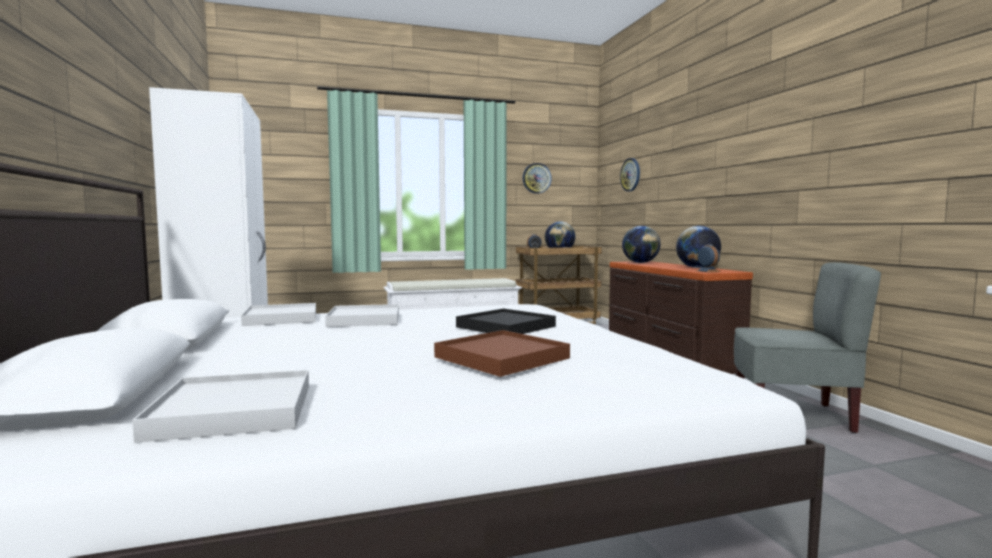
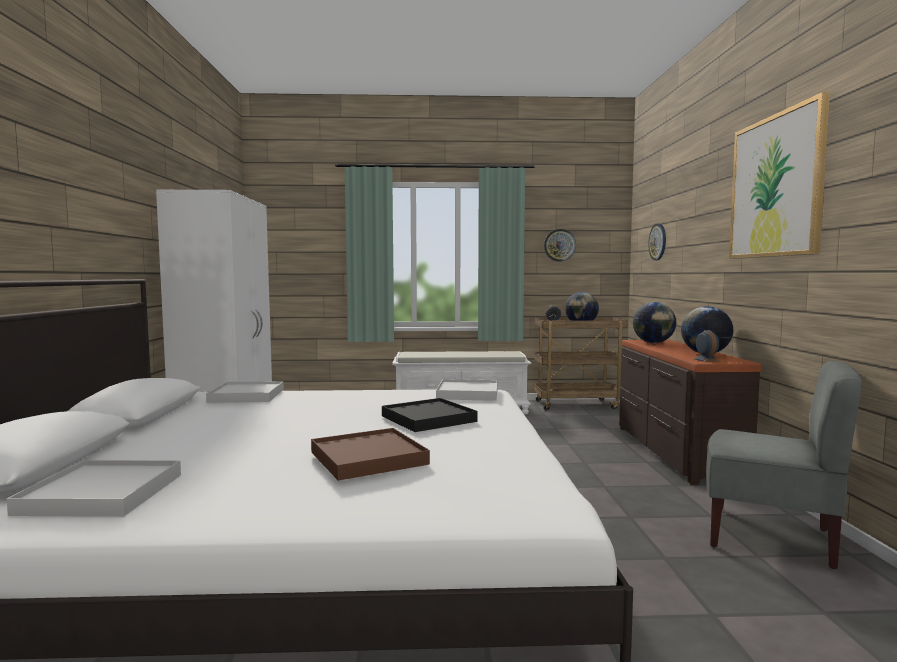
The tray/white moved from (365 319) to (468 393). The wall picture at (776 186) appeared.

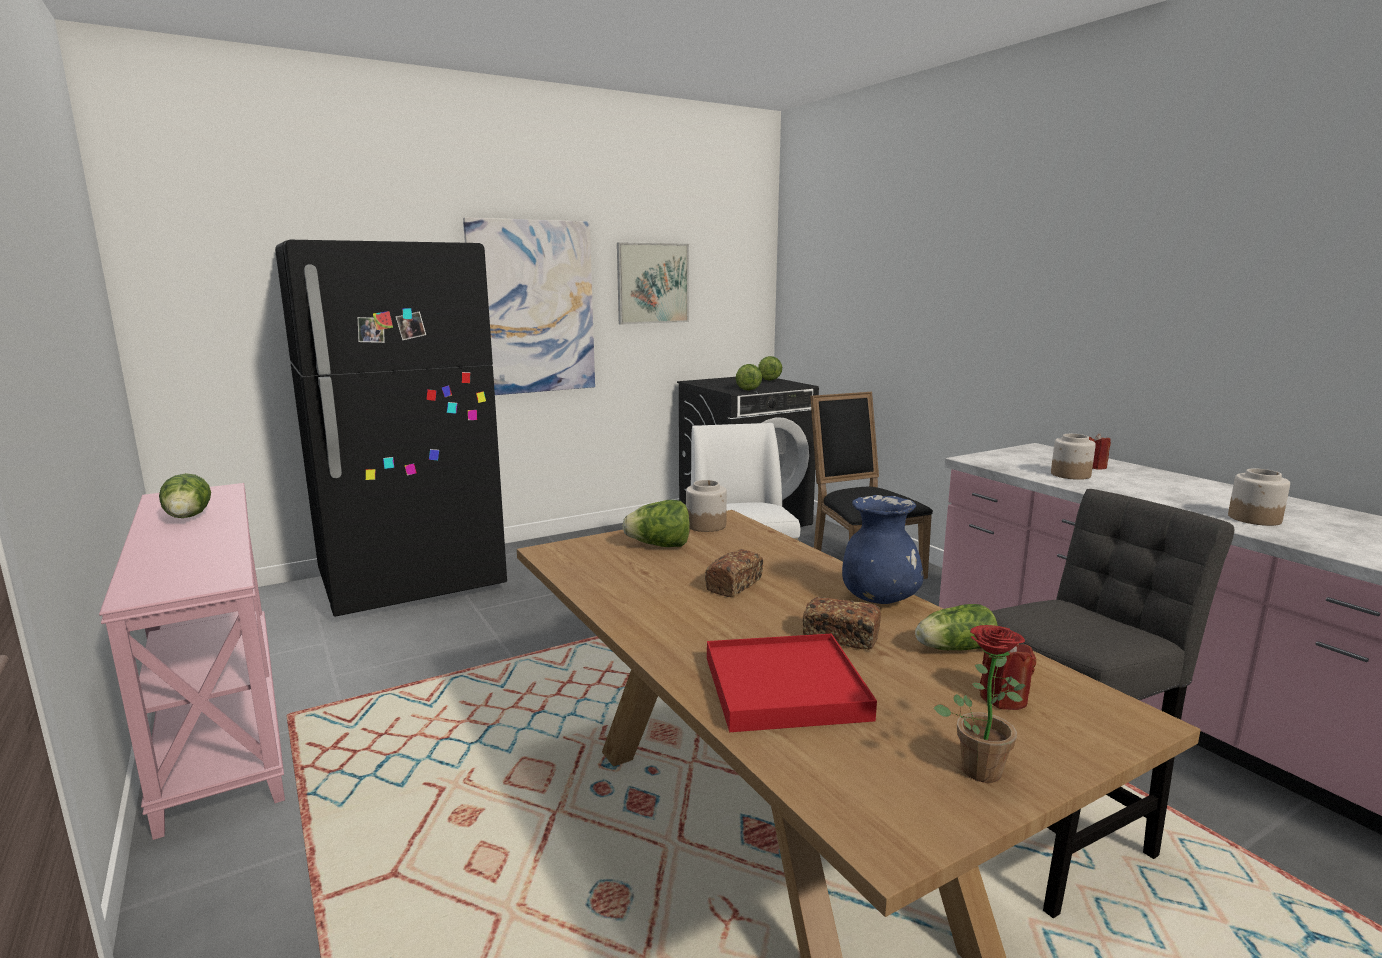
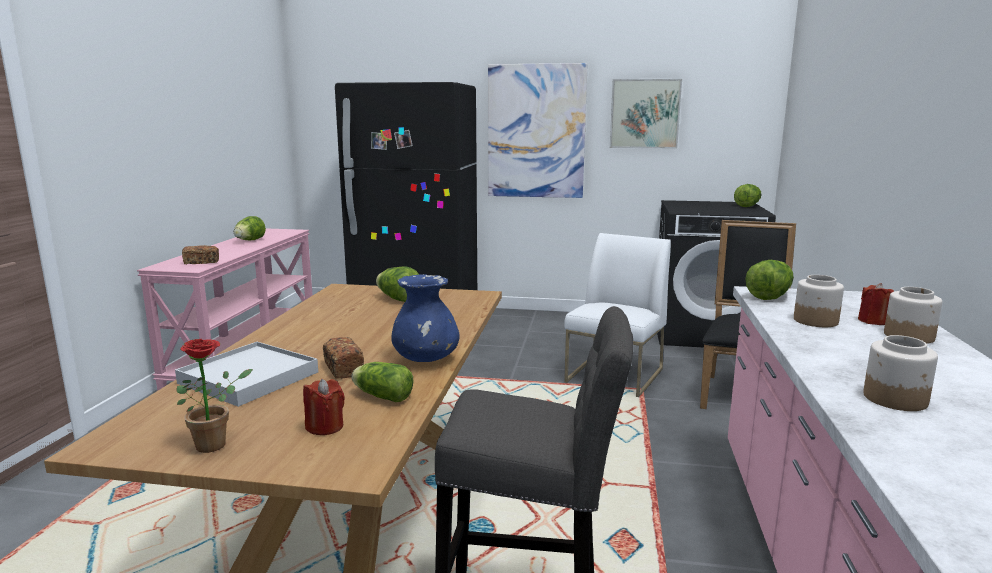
The lettuce moved from (748 389) to (769 296). The jar moved from (706 525) to (909 336). The bread moved from (734 585) to (202 262). The tray/red-coloured at (784 688) became the tray/white at (248 378).

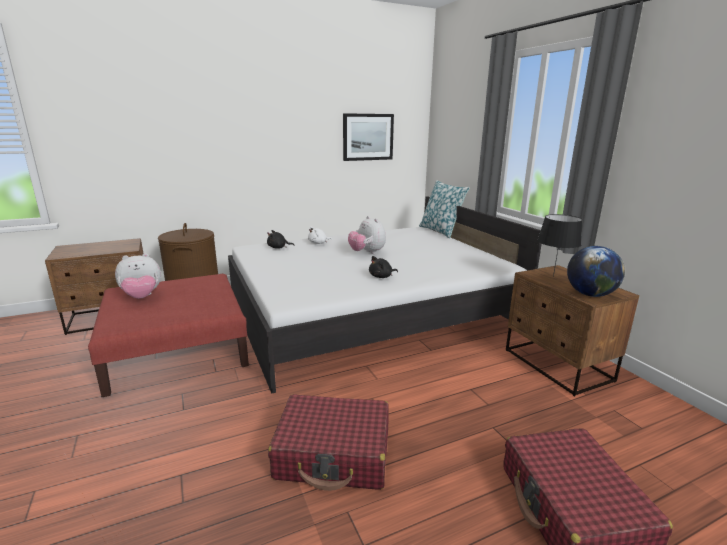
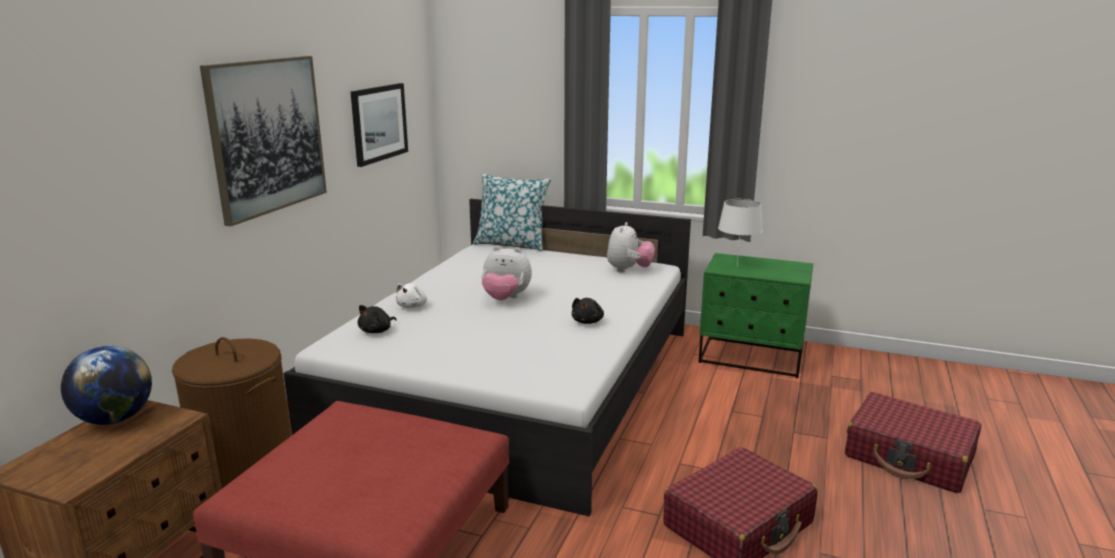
The lamp for a table/black-coloured at (553 277) became the lamp for a table/white at (737 266). The globe moved from (590 294) to (115 419). The cuddly toy moved from (142 297) to (628 270). The bedside table/brown-coloured at (557 365) became the bedside table/green-coloured at (751 358). The wall picture at (267 136) appeared.

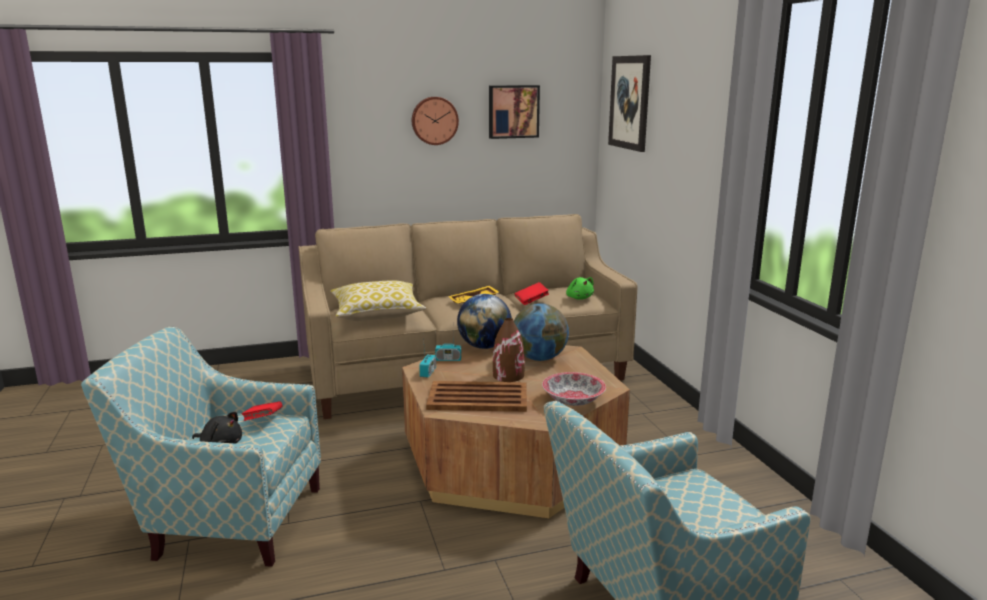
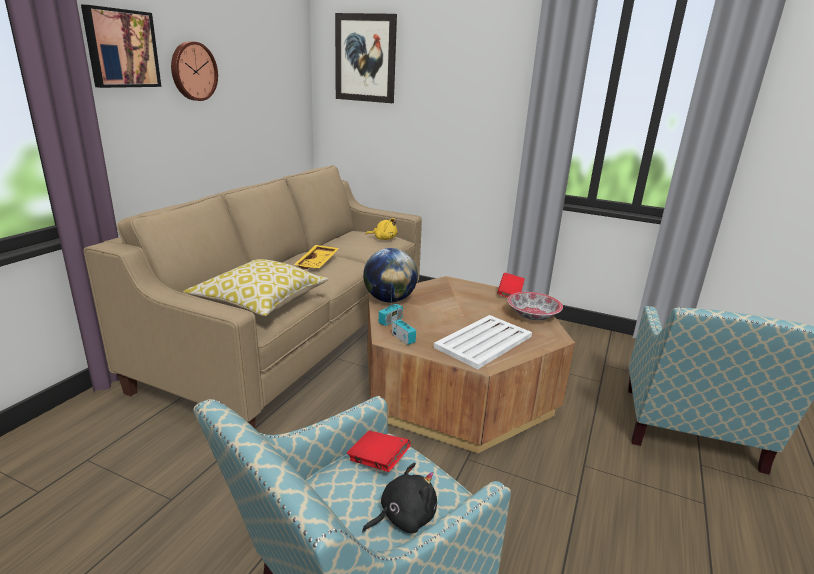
The wall picture moved from (513 111) to (121 48). The cuddly toy/green-coloured at (579 298) became the cuddly toy/yellow-coloured at (383 239). The book/red-coloured moved from (531 301) to (510 294). The globe at (539 358) disappeared. The decorative vase/brown-coloured at (508 375) disappeared. The tray/brown-coloured at (479 398) became the tray/white at (484 341).

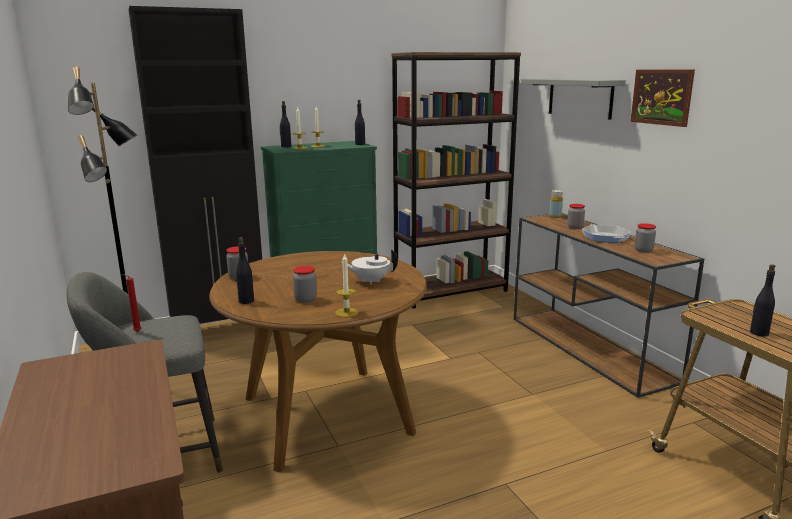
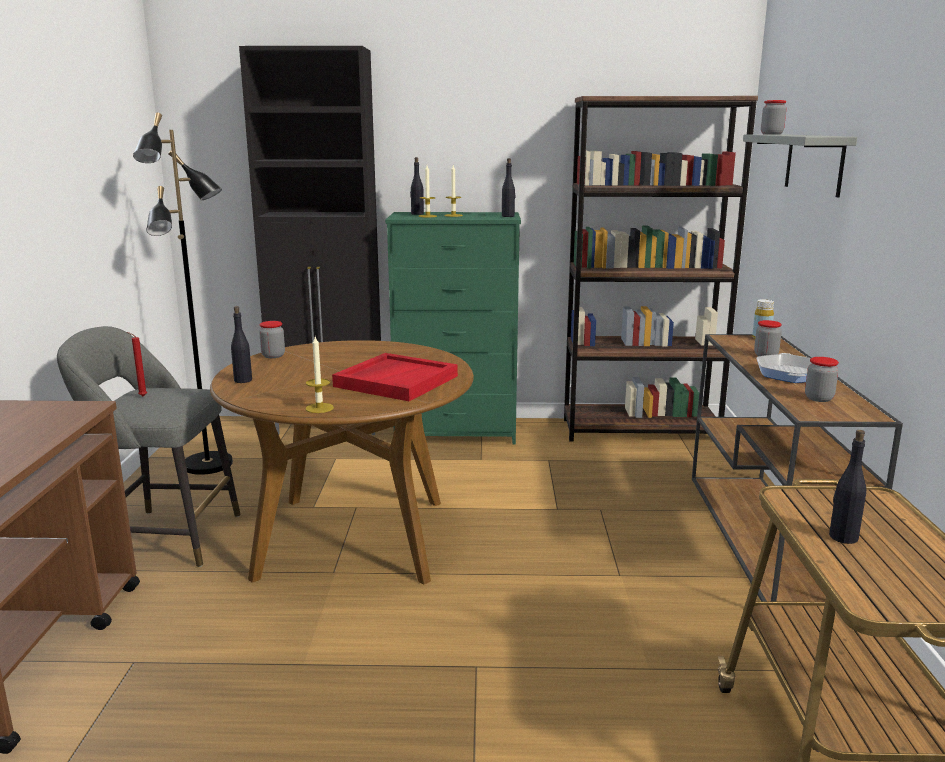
The wall picture at (661 97) disappeared. The pot for tea/white at (370 281) was replaced by the tray/red-coloured at (396 381). The jar moved from (305 299) to (771 134).

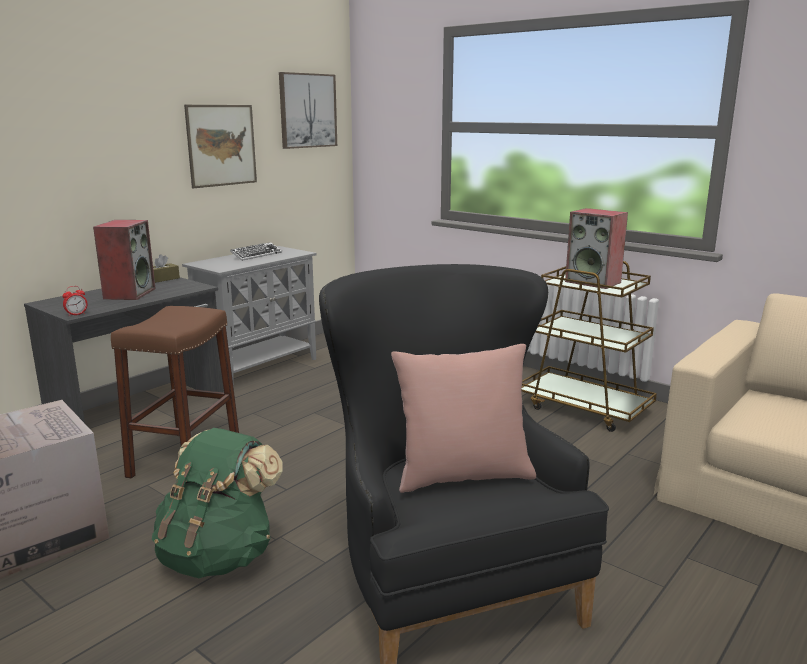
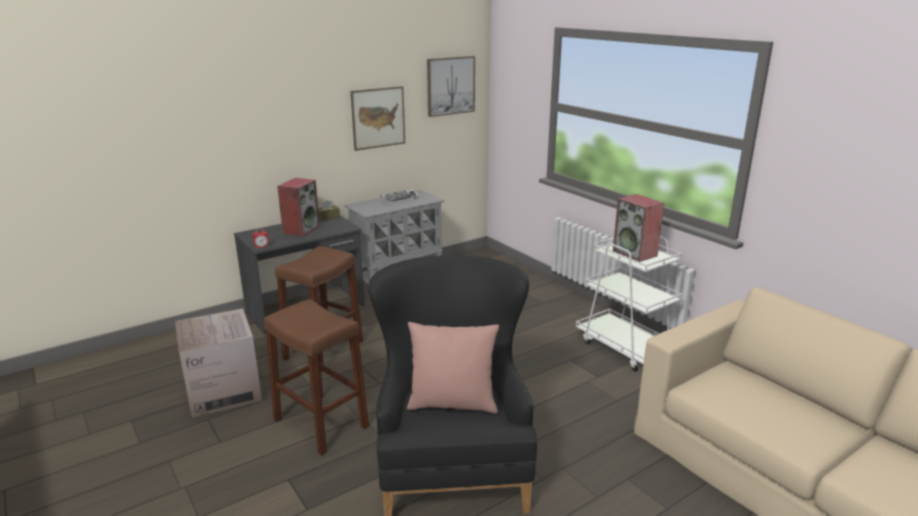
The trolley/brown-coloured at (585 408) became the trolley/white at (626 347). The knapsack/green-coloured at (219 556) was replaced by the sitting stool/brown-coloured at (321 423).

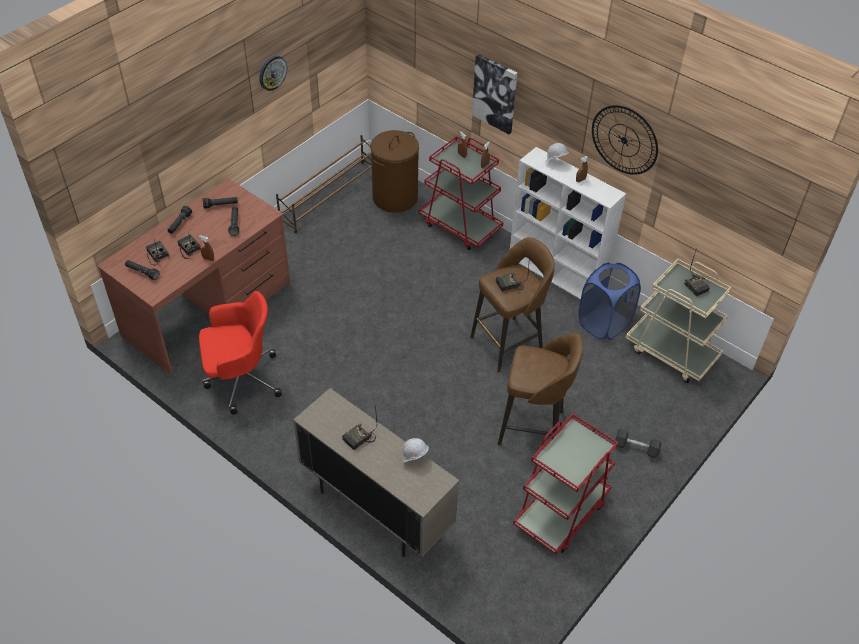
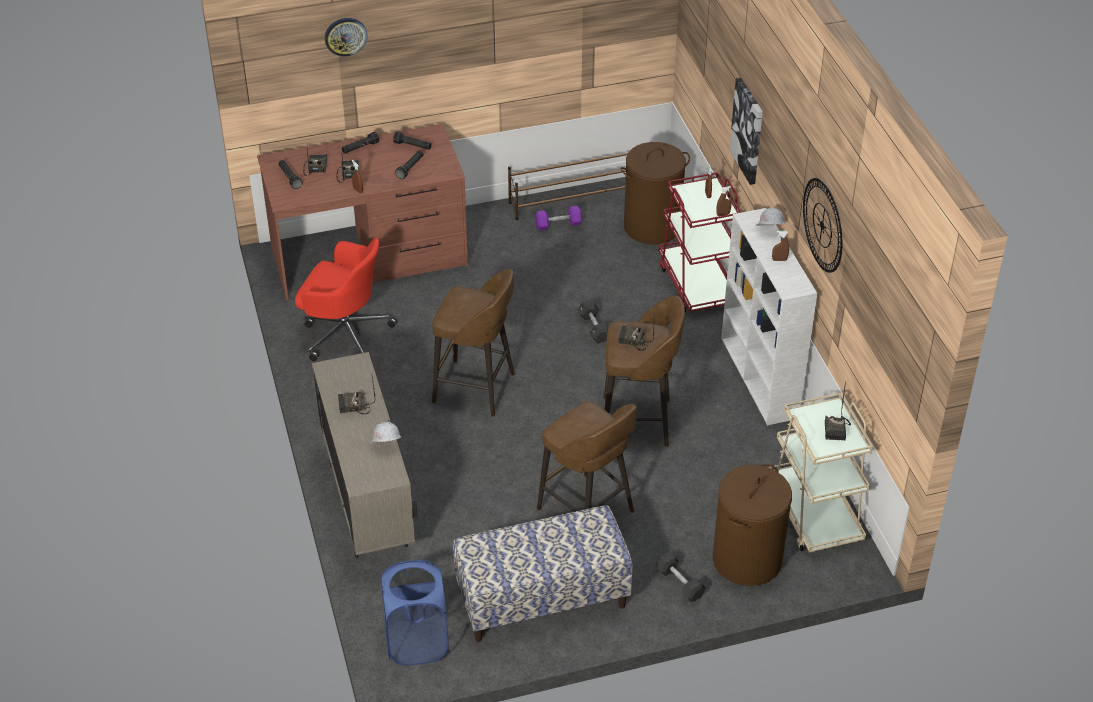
The wall clock moved from (272 72) to (345 36). The washing basket/bluish moved from (604 323) to (417 642). The trolley/red-coloured at (561 512) was replaced by the long seat at (542 599). The hand weight/purple at (558 224) appeared. The sitting stool/brown-coloured at (476 389) appeared. The hand weight/black-coloured at (594 328) appeared. The washing basket/brown-coloured at (746 559) appeared.

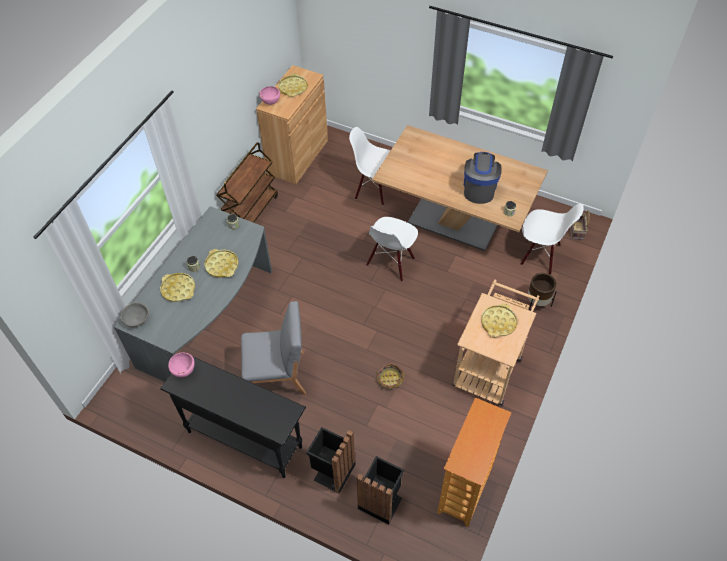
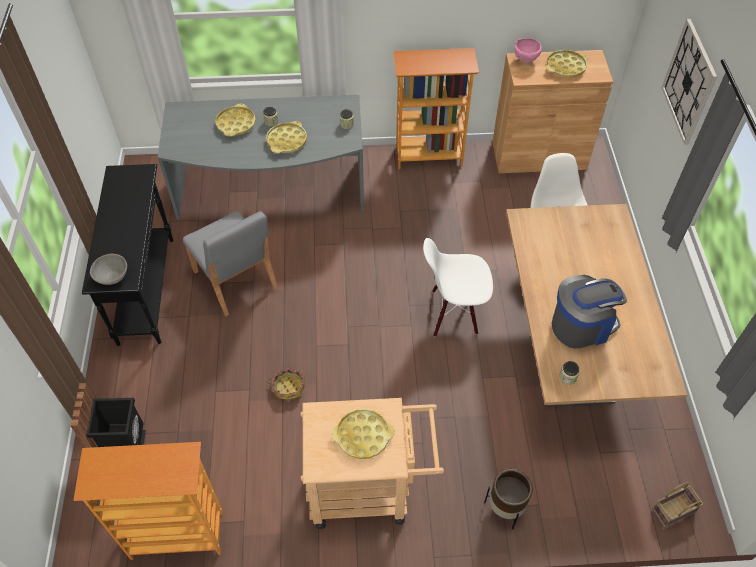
The trolley/brown-coloured at (251 212) was replaced by the bookshelf at (429 156). The upright chair/white at (540 255) disappeared. The serving bowl/grey moved from (136 320) to (111 276). The serving bowl/pink at (184 371) disappeared. The waste bin/black-coloured at (332 471) disappeared. The wall clock at (689 82) appeared.

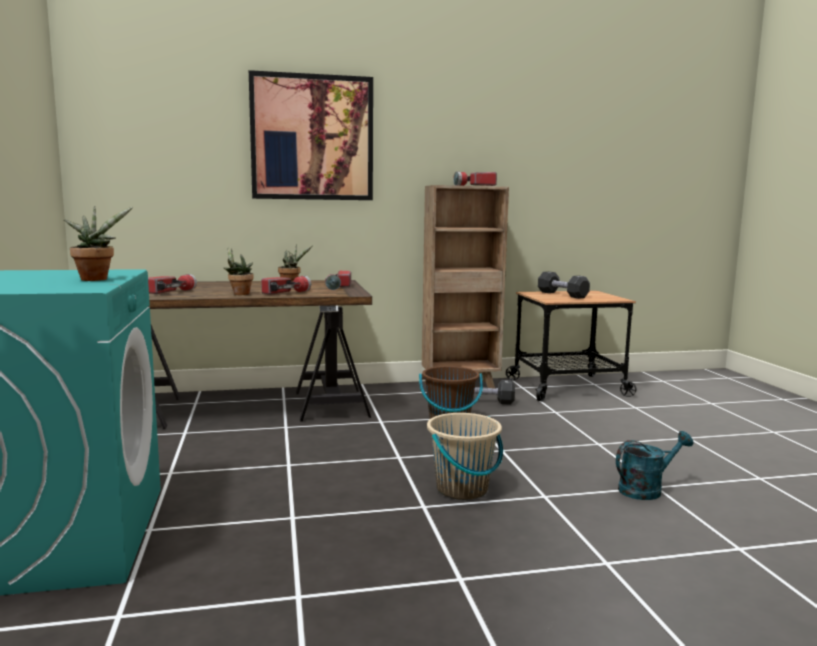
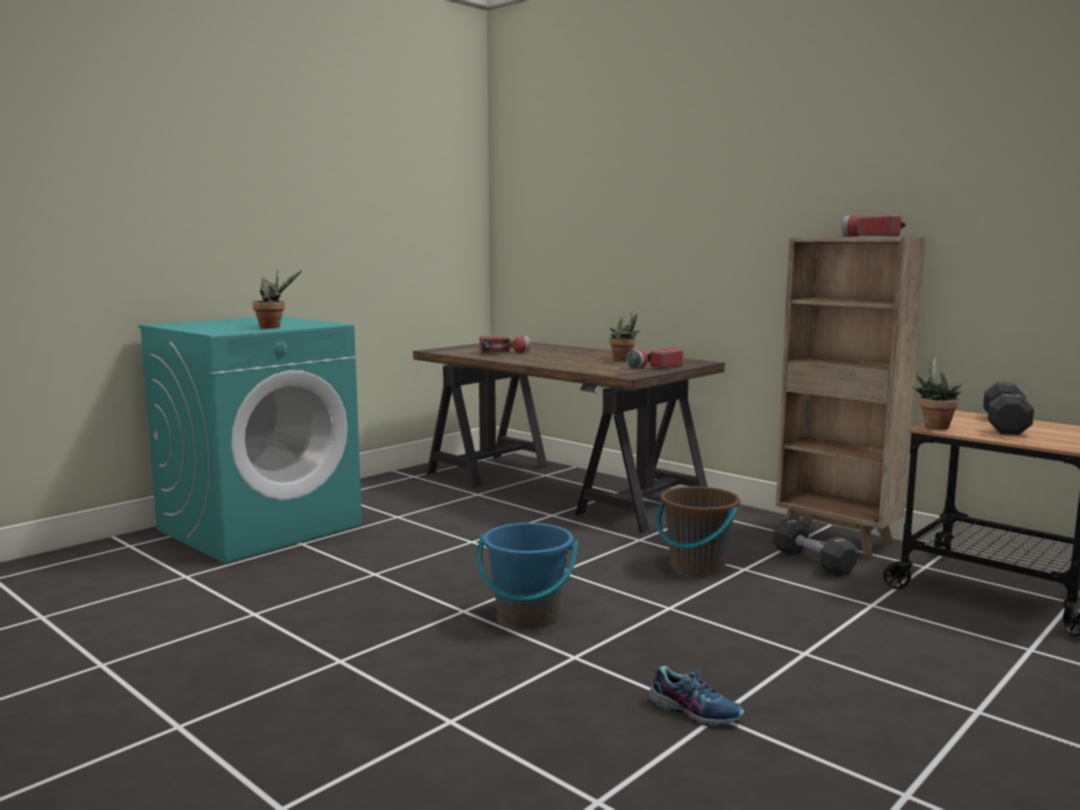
The wall picture at (312 138) disappeared. The houseplant moved from (239 294) to (934 426). The torch at (286 293) disappeared. The bucket/beige at (462 489) became the bucket/bluish at (528 616). The sprinkling can/turquoise-coloured at (646 489) was replaced by the low shoe at (695 711).

